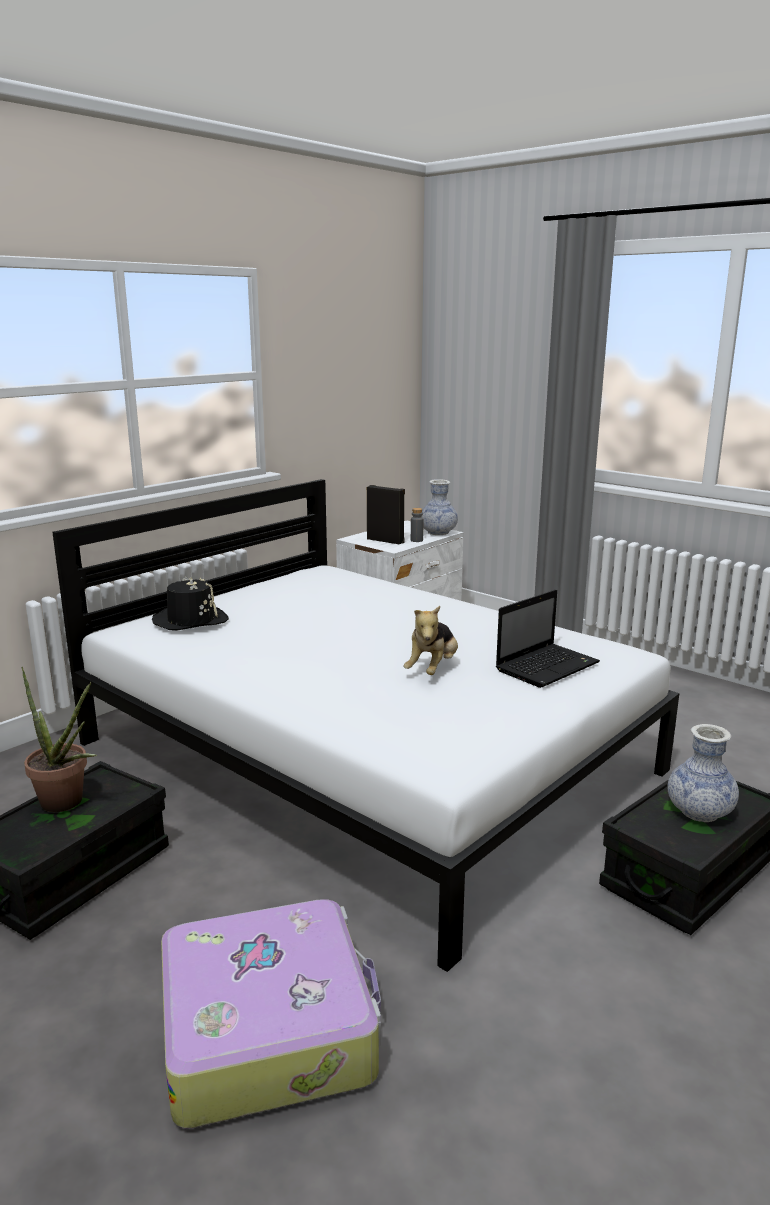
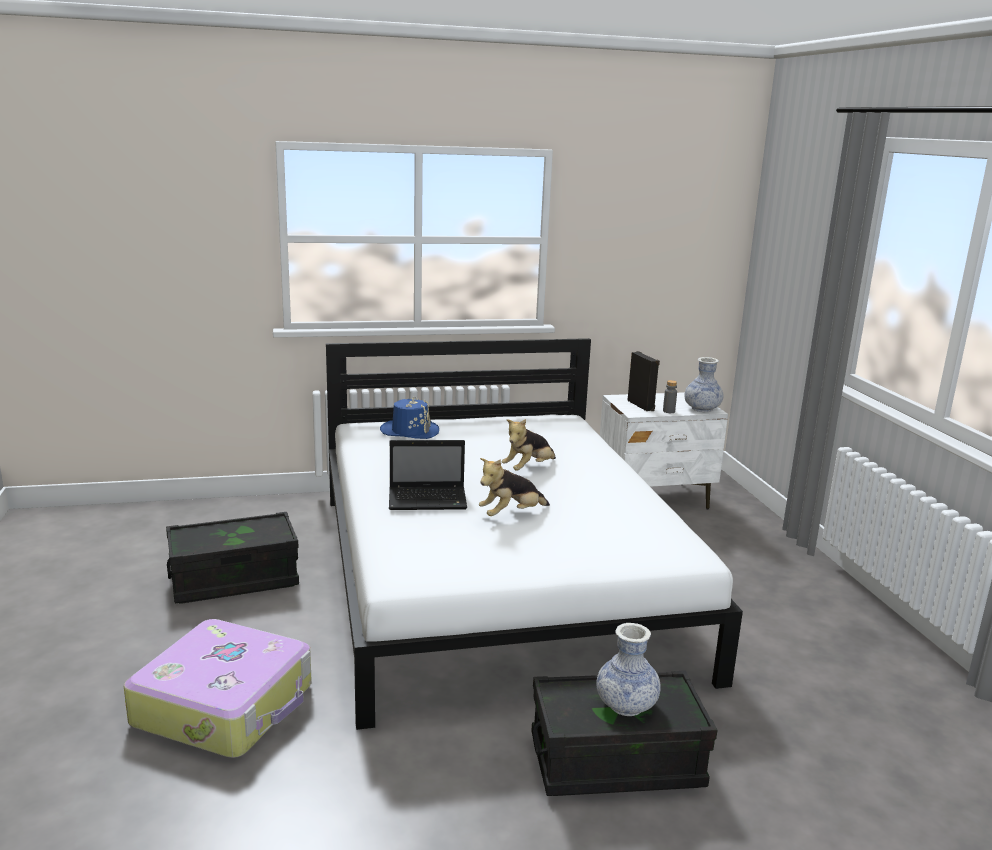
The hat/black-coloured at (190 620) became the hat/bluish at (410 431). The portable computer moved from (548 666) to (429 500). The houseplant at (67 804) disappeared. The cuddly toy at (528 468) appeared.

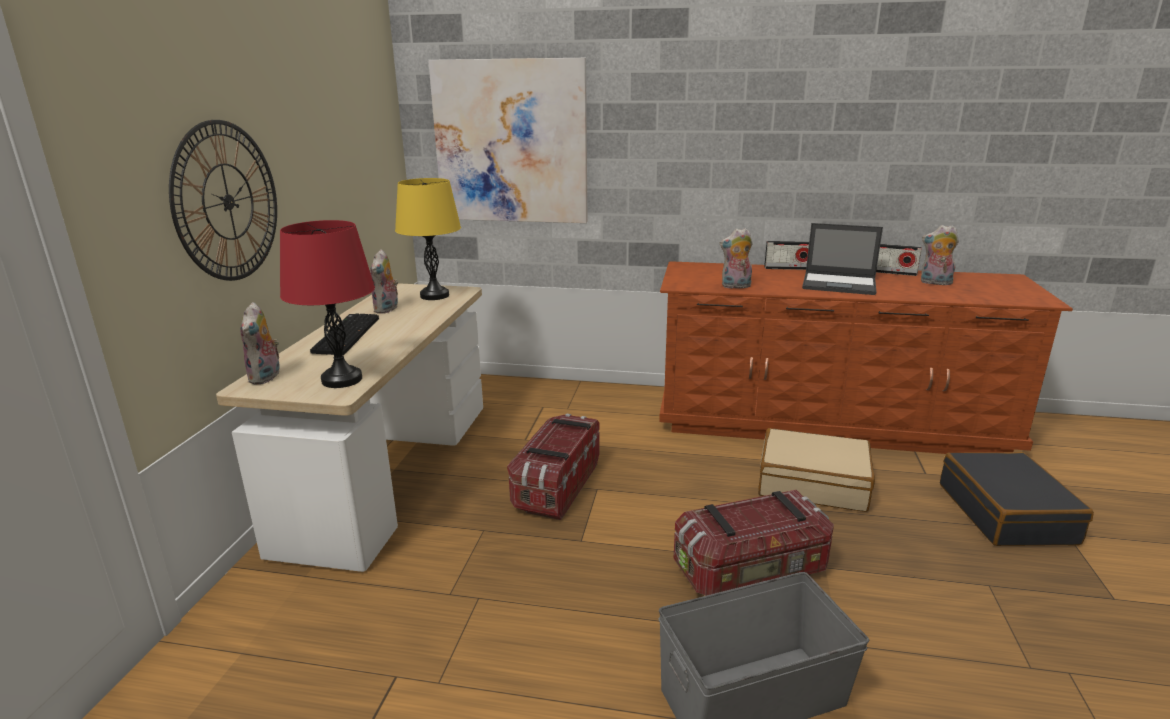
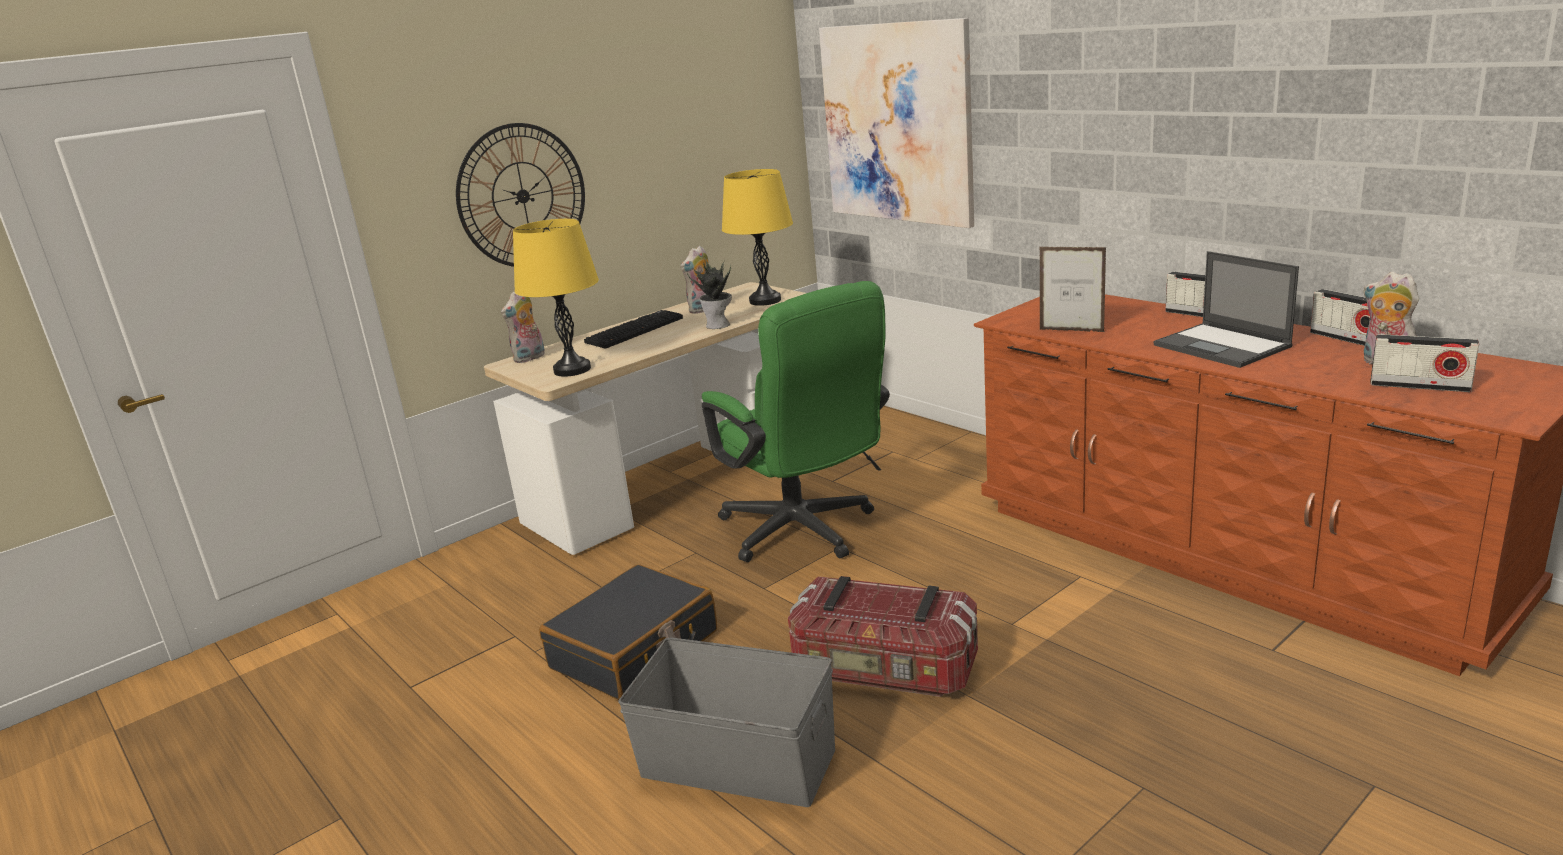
The lamp for a table/red-coloured at (342 380) became the lamp for a table/yellow-coloured at (572 370). The cuddly toy at (735 286) was replaced by the standing frame at (1071 330). The storage bin at (556 486) was replaced by the computer chair/green-coloured at (805 533). The suitcase/beige at (812 483) disappeared. The suitcase/black-coloured moved from (1006 513) to (635 650). The houseplant at (719 325) appeared. The radio at (1419 386) appeared.

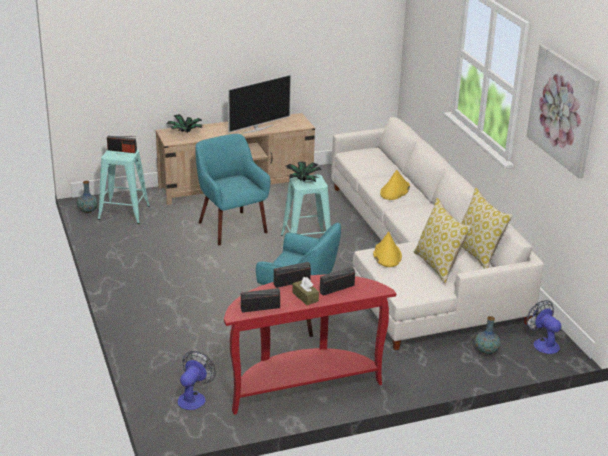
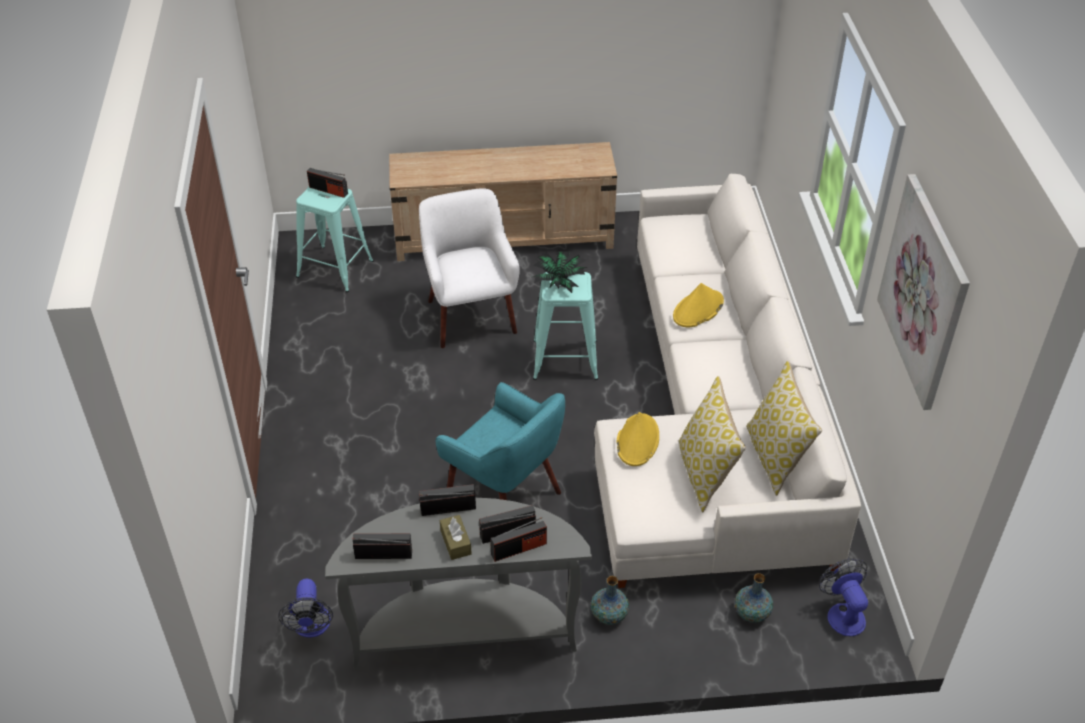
The TV set at (257 129) disappeared. The houseplant at (185 132) disappeared. The easy chair/turquoise-coloured at (231 227) became the easy chair/white at (470 316). The decorative vase moved from (87 210) to (609 615). The narrow table/red-coloured at (302 385) became the narrow table/grey at (464 632). The electric fan at (194 397) turned 135 degrees clockwise. The radio at (519 549) appeared.

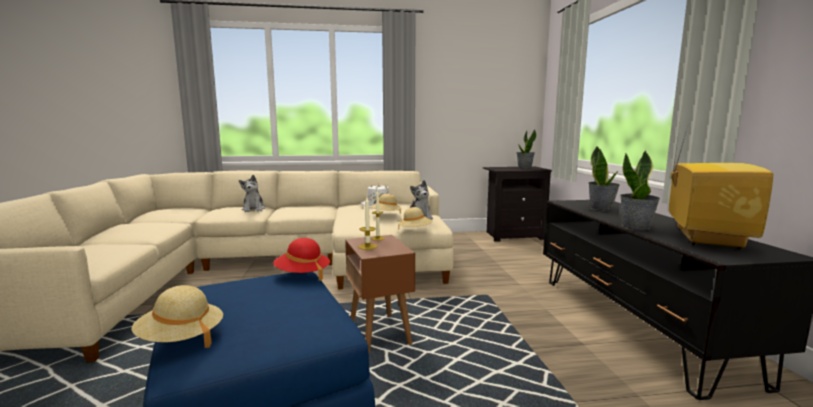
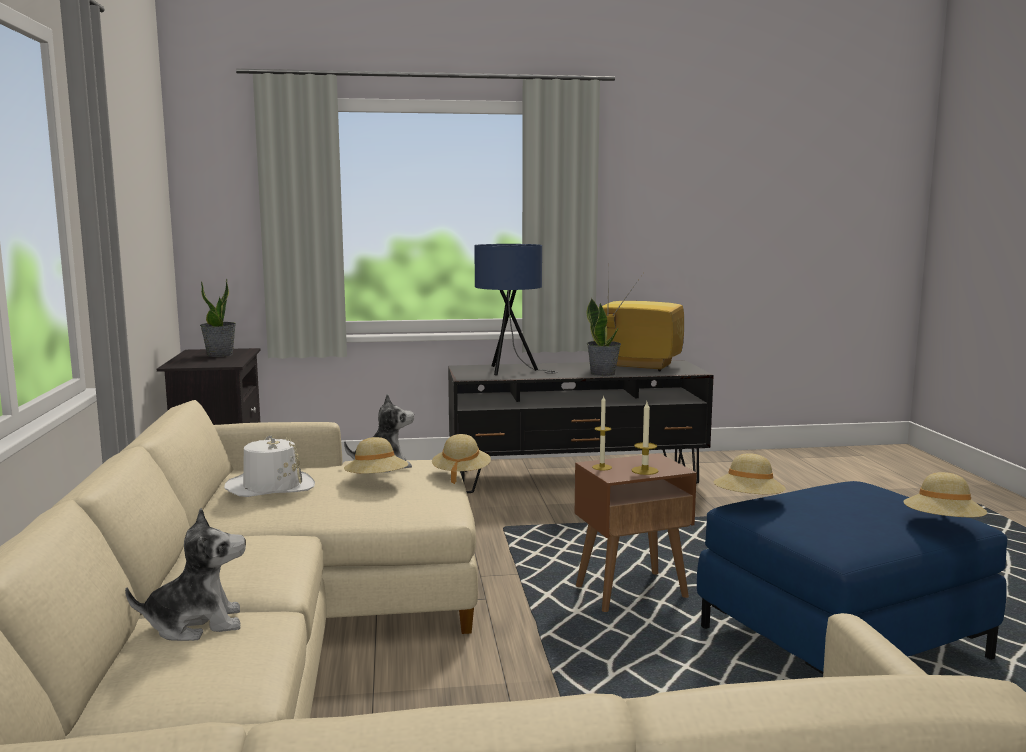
The houseplant at (601 208) was replaced by the lamp for a table/bluish at (511 372). The hat/red-coloured at (302 274) became the hat/beige at (748 502).

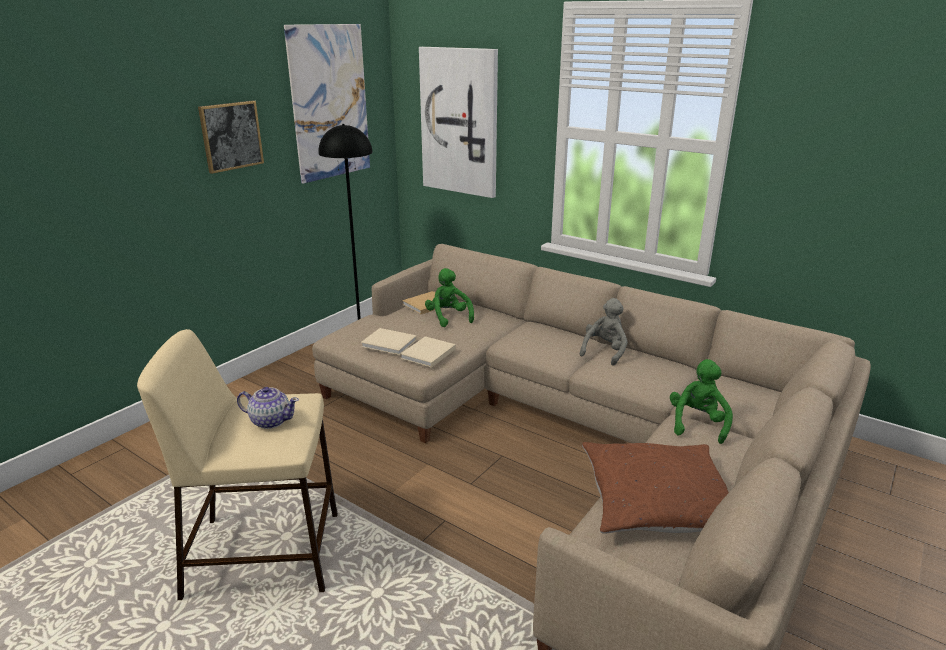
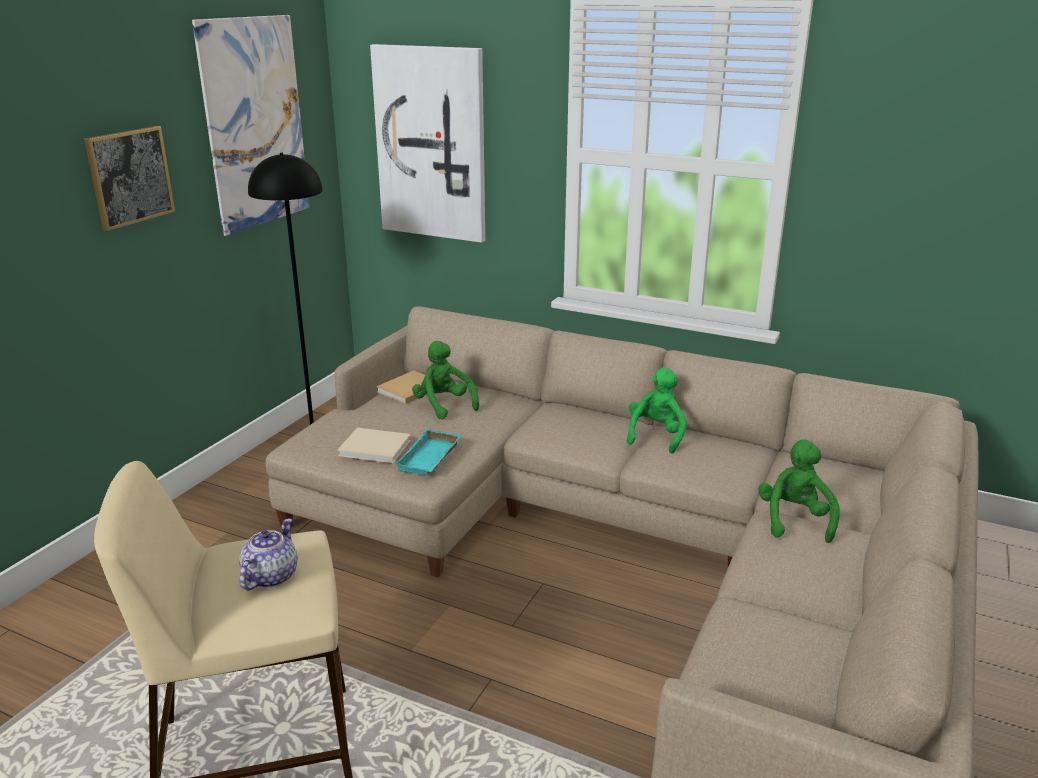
The cuddly toy/grey at (604 351) became the cuddly toy/green-coloured at (656 436). The book/beige at (427 354) was replaced by the tray/turquoise-coloured at (430 459). The pot for tea at (270 421) turned 75 degrees counterclockwise. The pillow/brown-coloured at (656 502) disappeared.

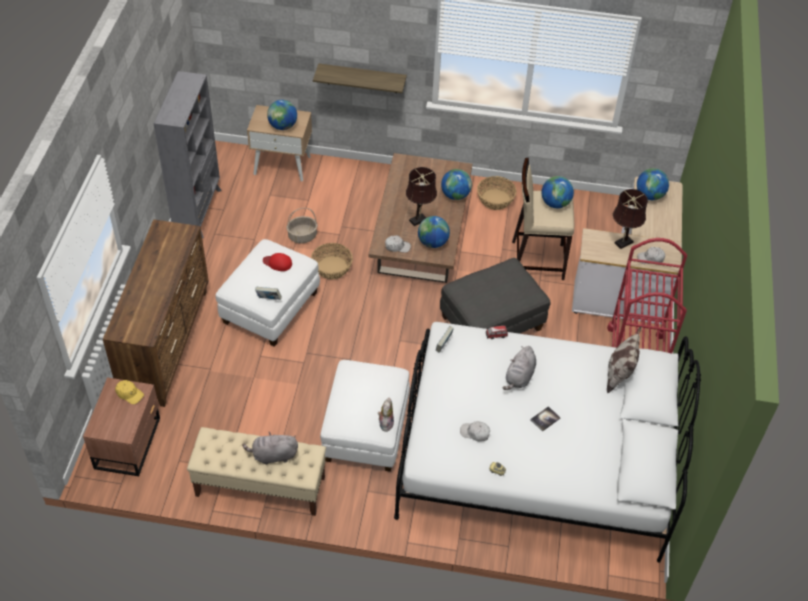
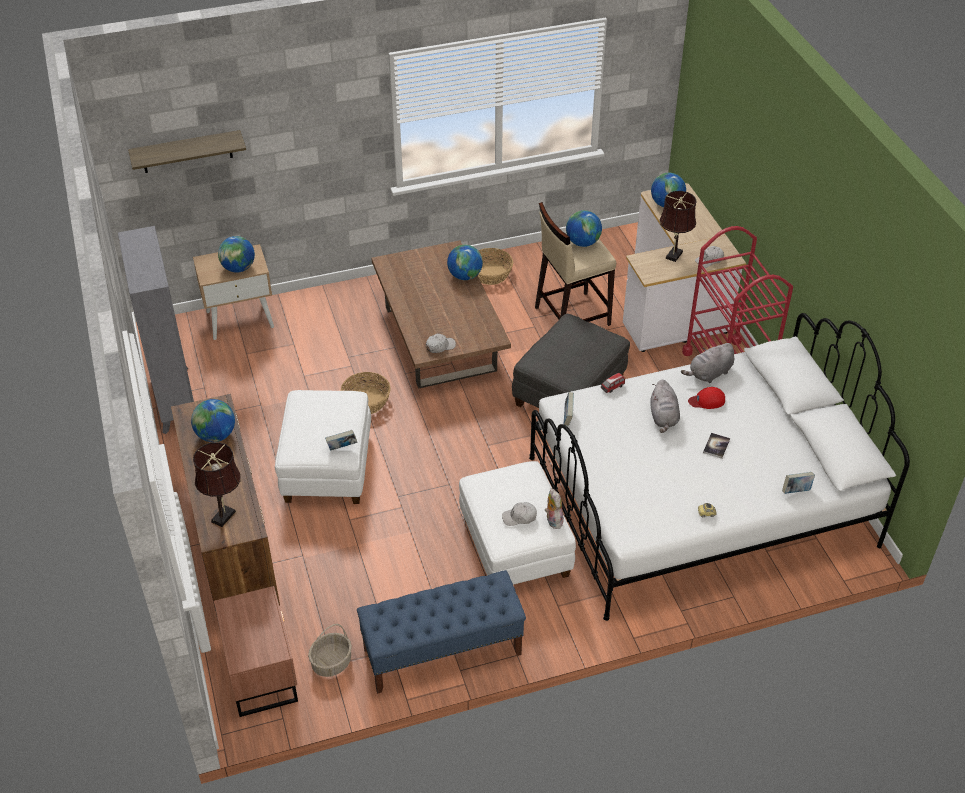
The shelf moved from (362 78) to (187 152). The lamp for a table/brown-coloured moved from (419 219) to (225 515). The household basket moved from (302 236) to (331 663). The globe moved from (432 243) to (216 435). The baseball cap/red-coloured moved from (277 263) to (707 400). The pillow at (619 374) disappeared. The baseball cap/yellow-coloured at (129 394) disappeared. The baseball cap/white moved from (475 433) to (519 517). The long seat/beige at (260 486) became the long seat/bluish at (442 652). The cuddly toy/grey moved from (273 455) to (709 374). The book at (796 491) appeared.

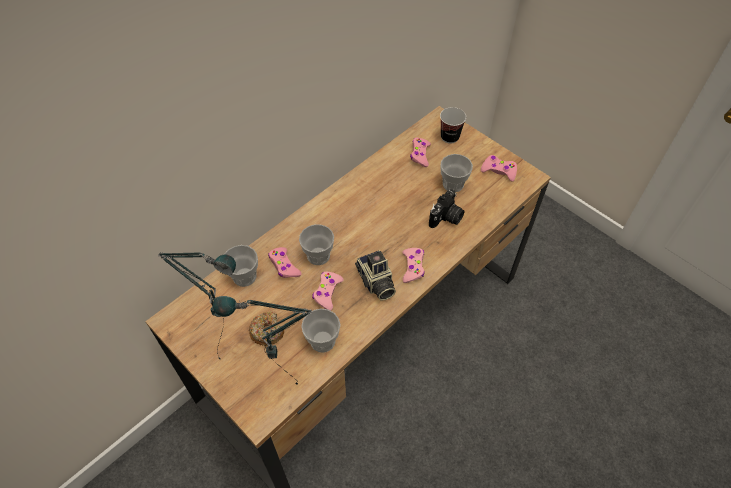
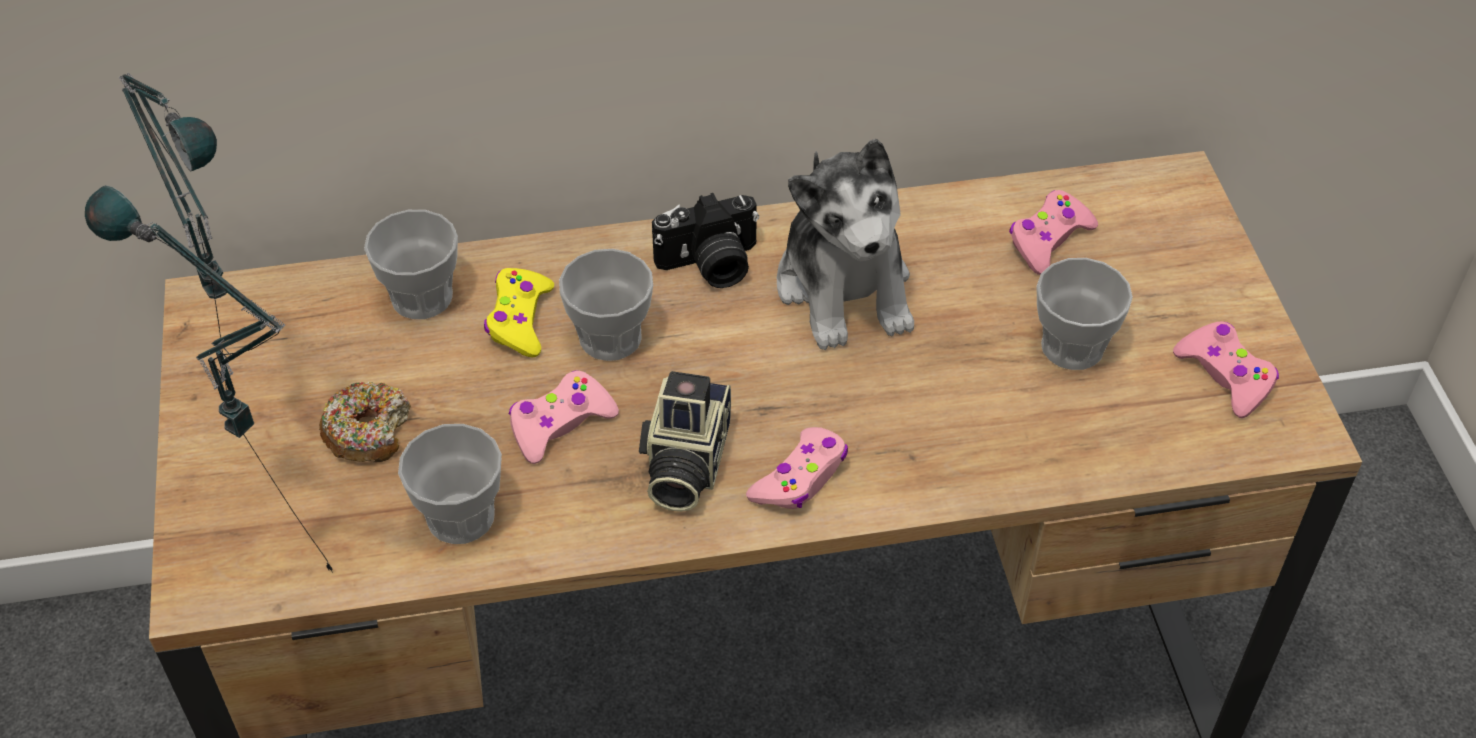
The drinking cup at (449 137) disappeared. The photo camera moved from (446 218) to (710 265). The joypad/pink at (284 266) became the joypad/yellow-coloured at (519 320). The cuddly toy at (845 288) appeared.

